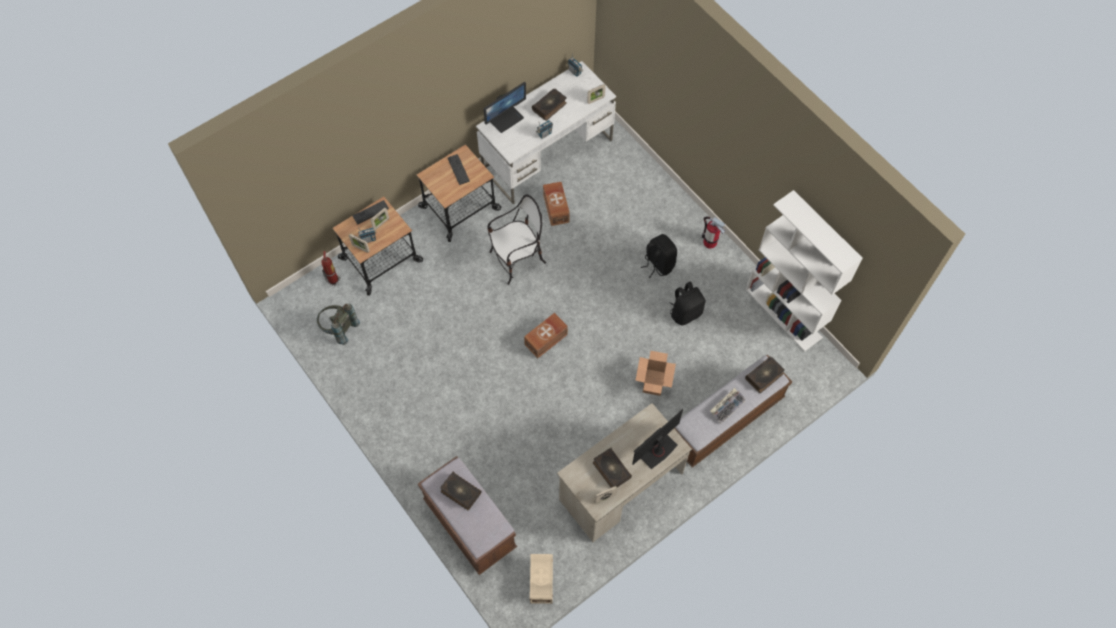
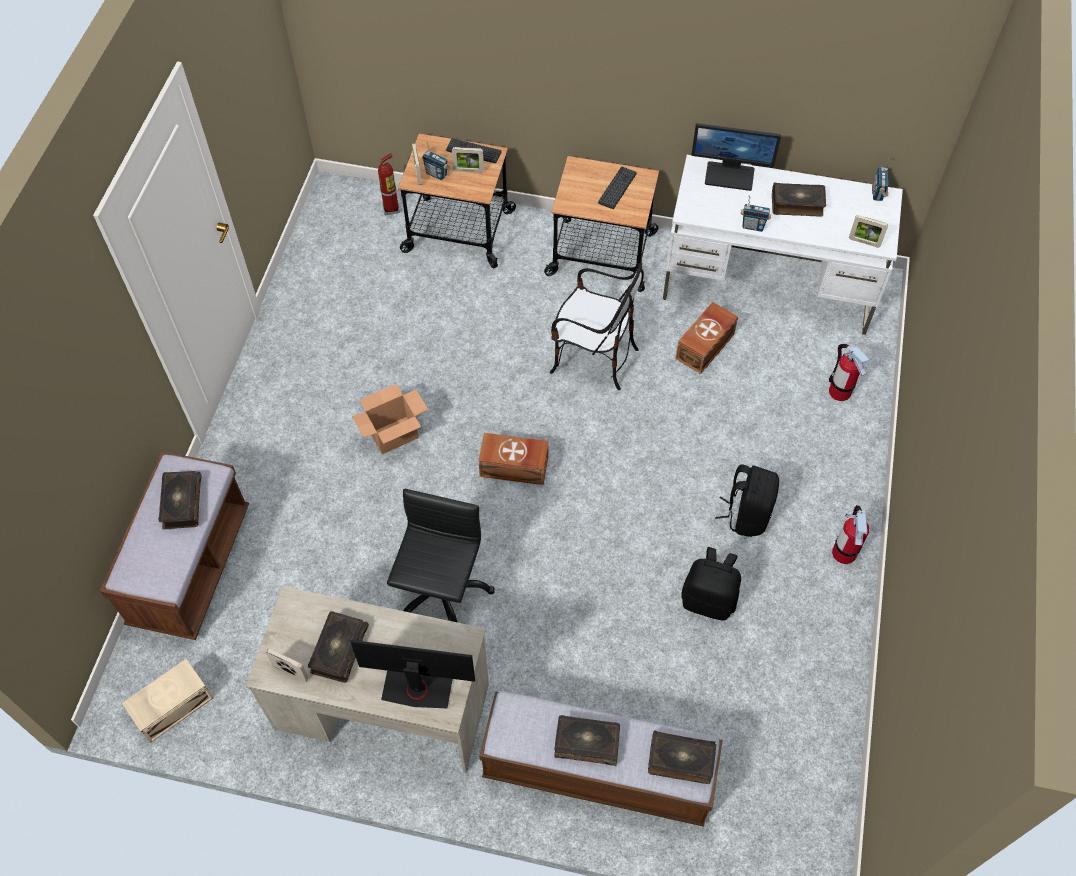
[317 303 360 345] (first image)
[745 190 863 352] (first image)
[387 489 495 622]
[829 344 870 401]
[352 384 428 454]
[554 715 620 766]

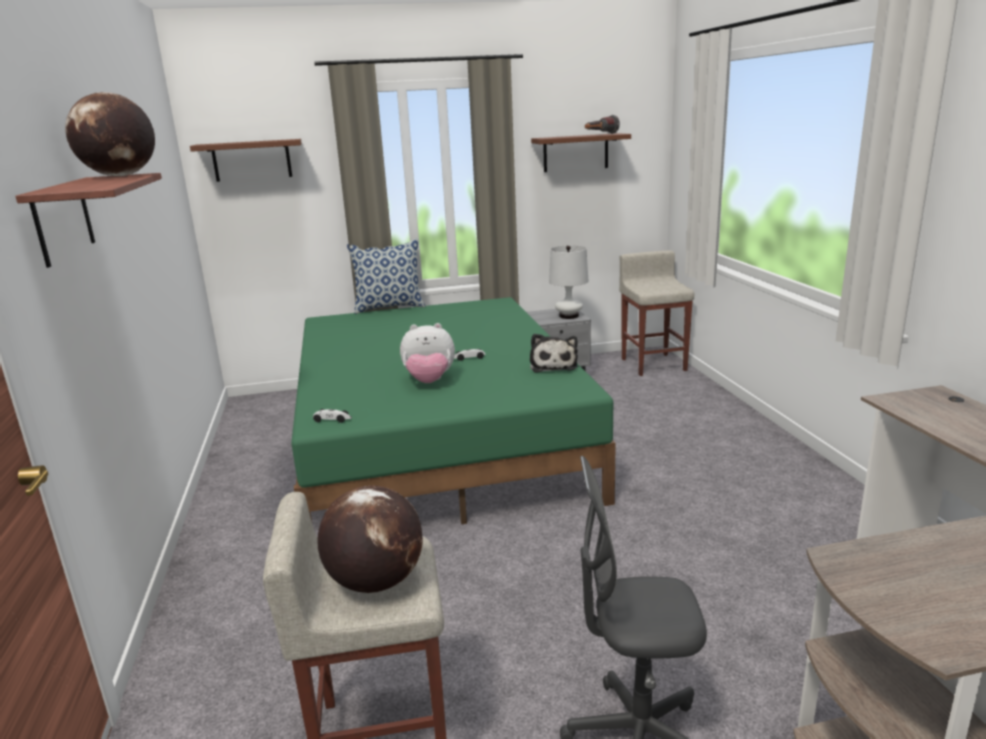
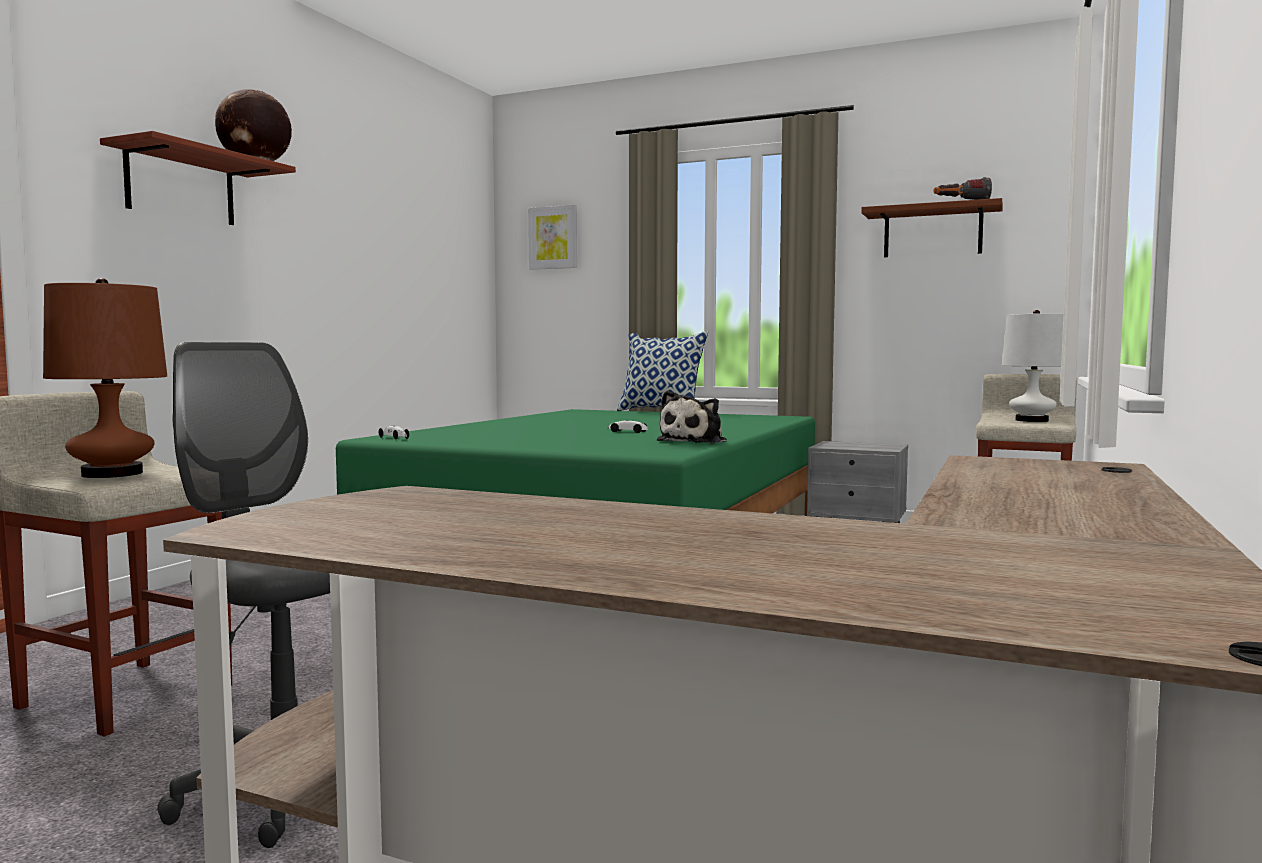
[400 323 455 383] (first image)
[1002 310 1063 422]
[528 205 577 270]
[43 278 167 478]

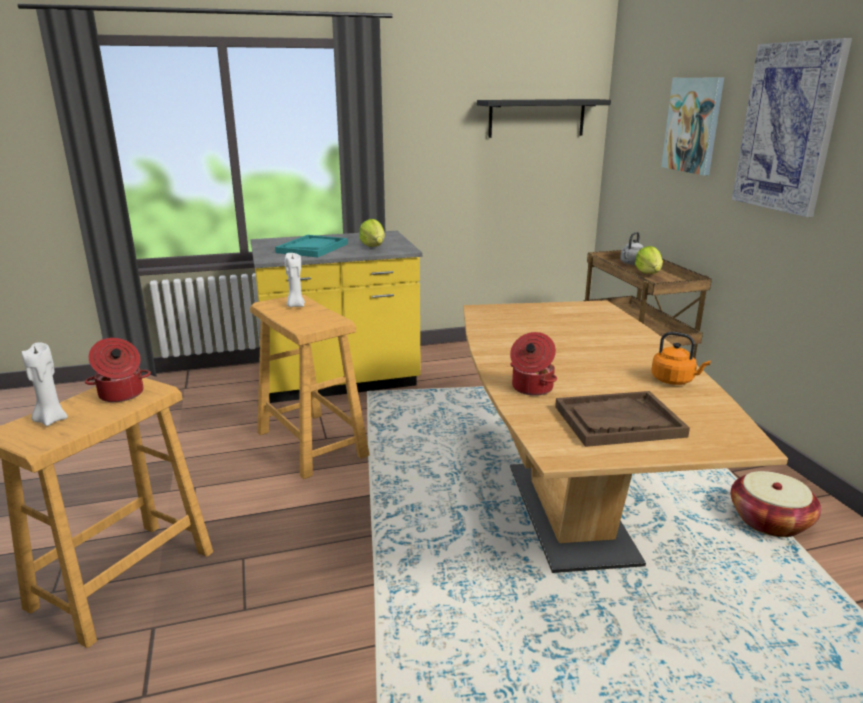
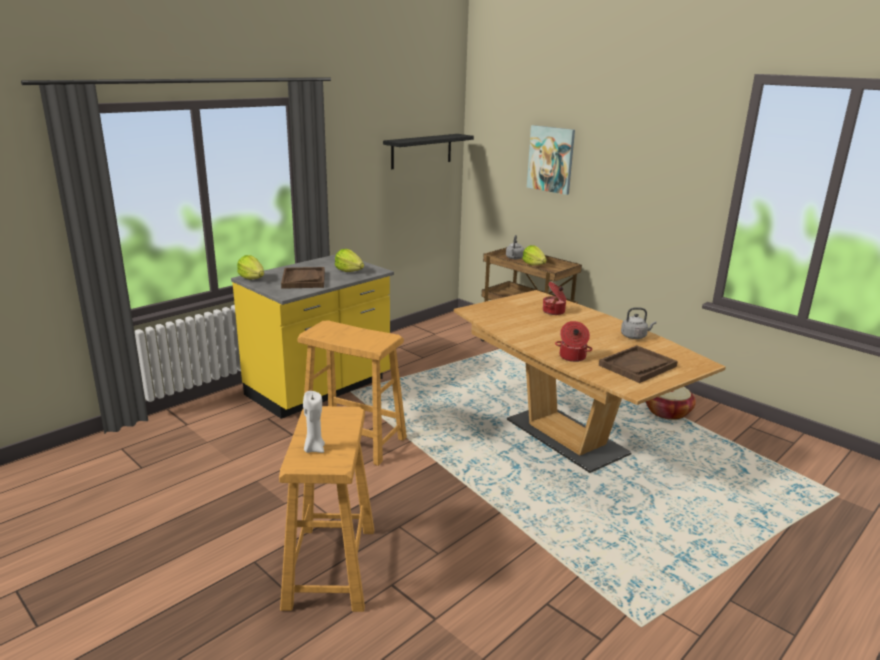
[285 253 305 307] (first image)
[732 38 852 217] (first image)
[237 255 264 280]
[543 282 566 315]
[281 267 325 289]
[621 307 656 339]

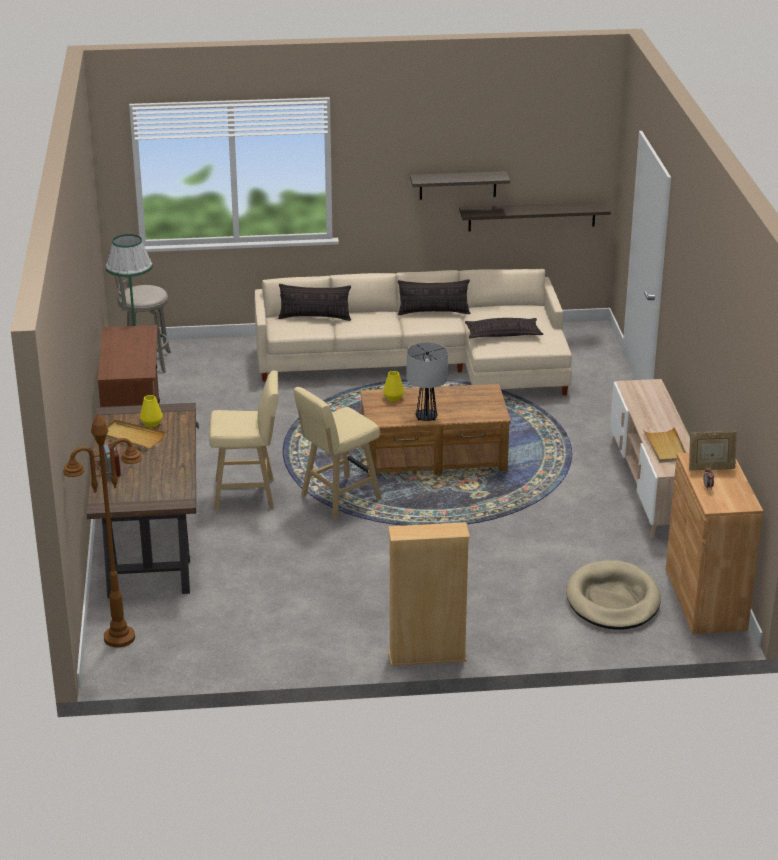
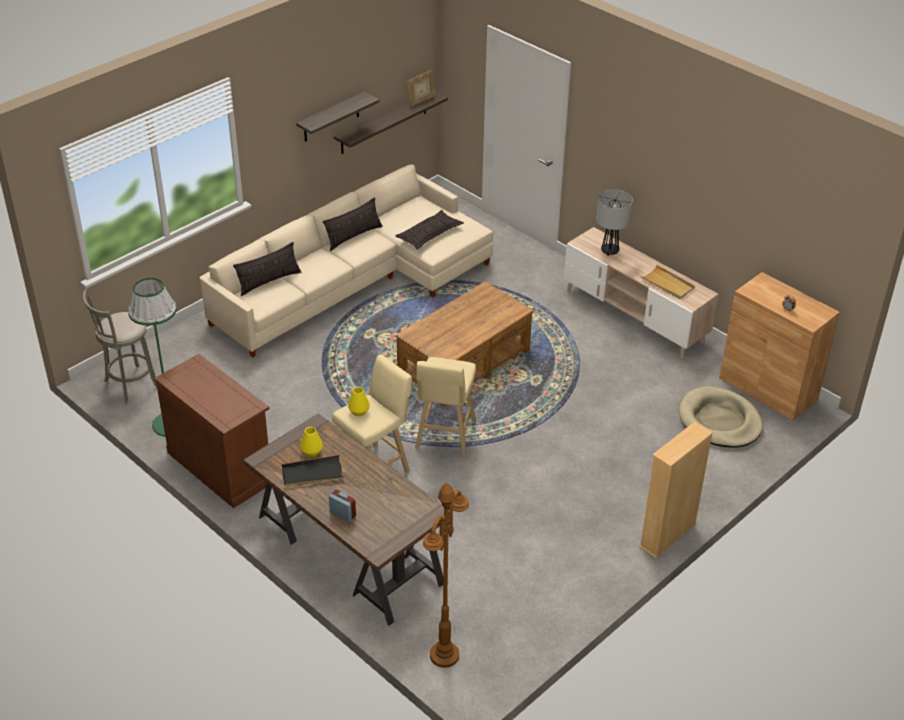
[348 387 370 416]
[596 190 633 256]
[408 70 436 106]
[281 455 344 487]

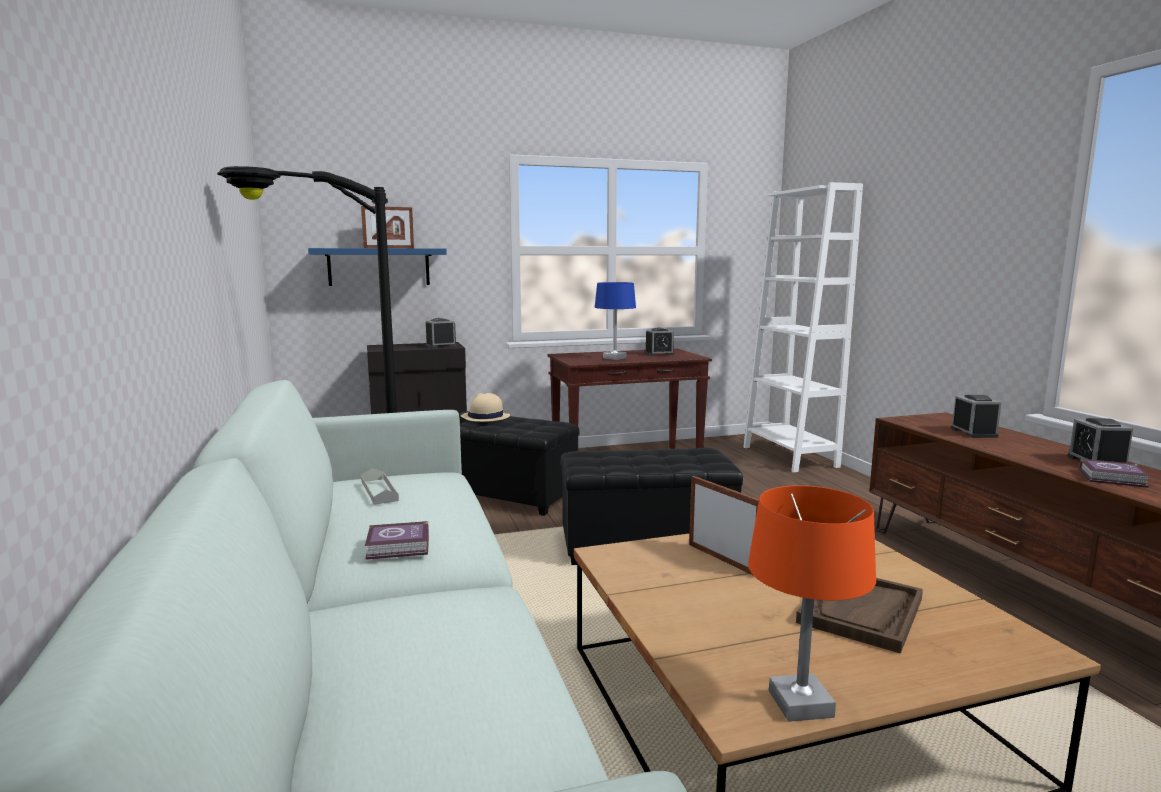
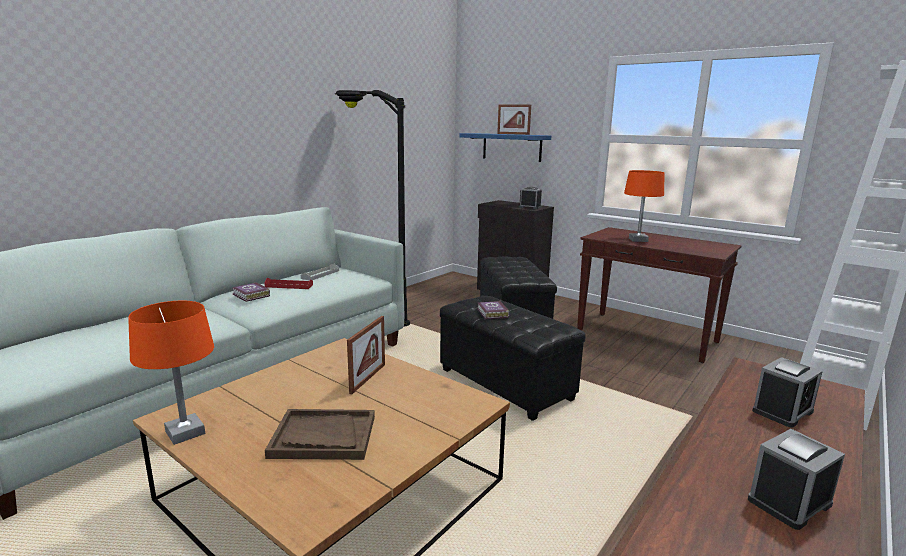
[461 393 510 422] (first image)
[645 327 675 356] (first image)
[264 278 313 289]
[477 301 509 319]
[624 170 665 242]

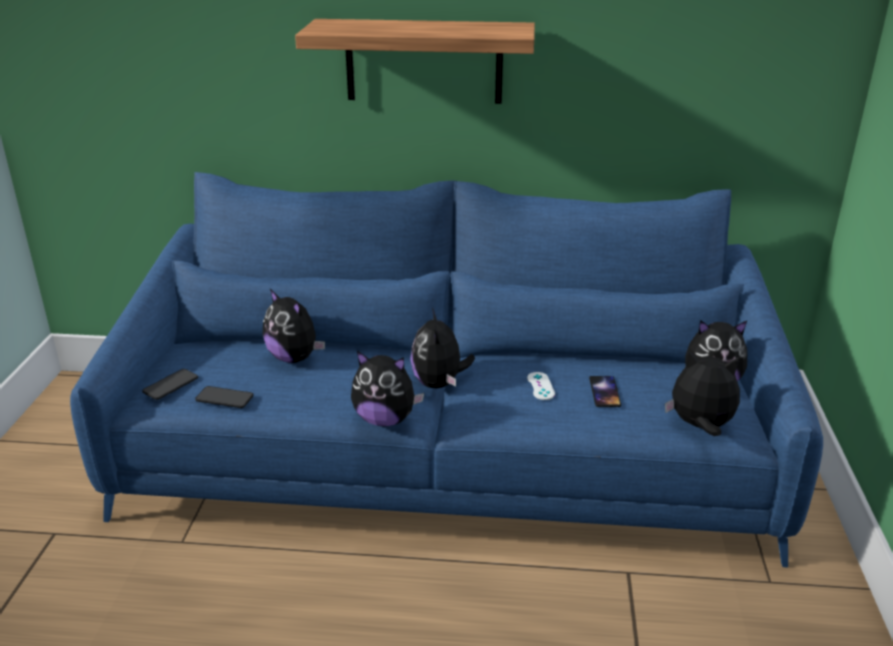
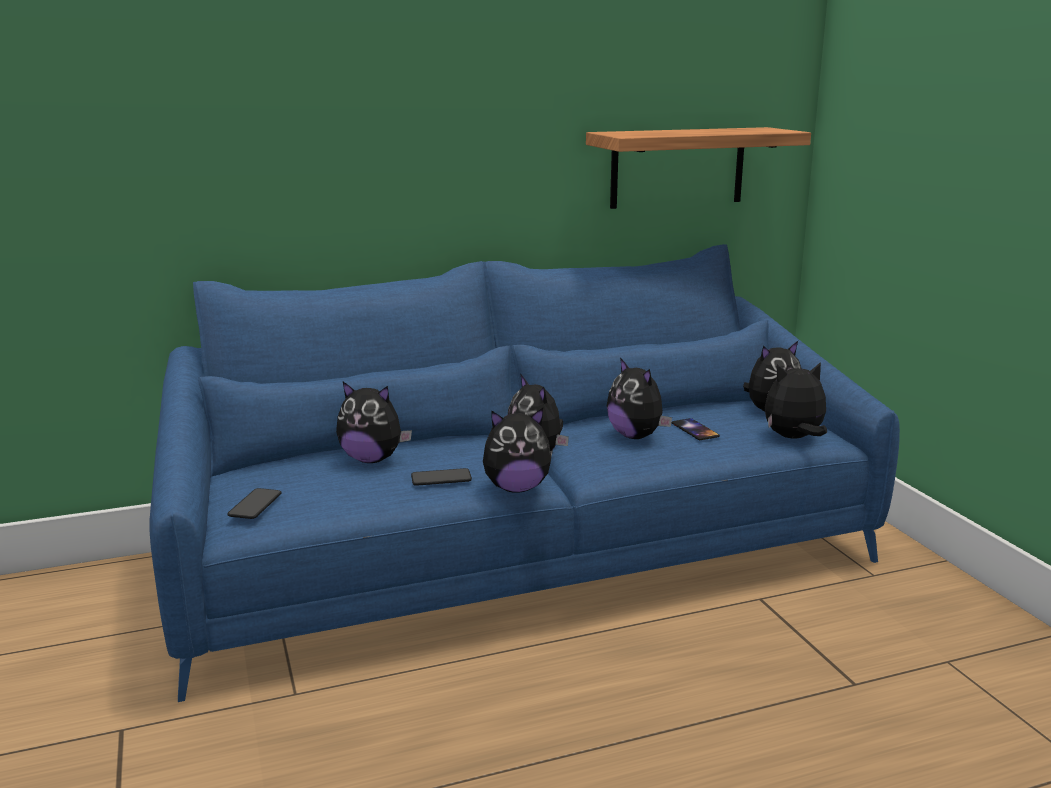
[411 468 472 486]
[586 127 811 209]
[607 358 672 439]

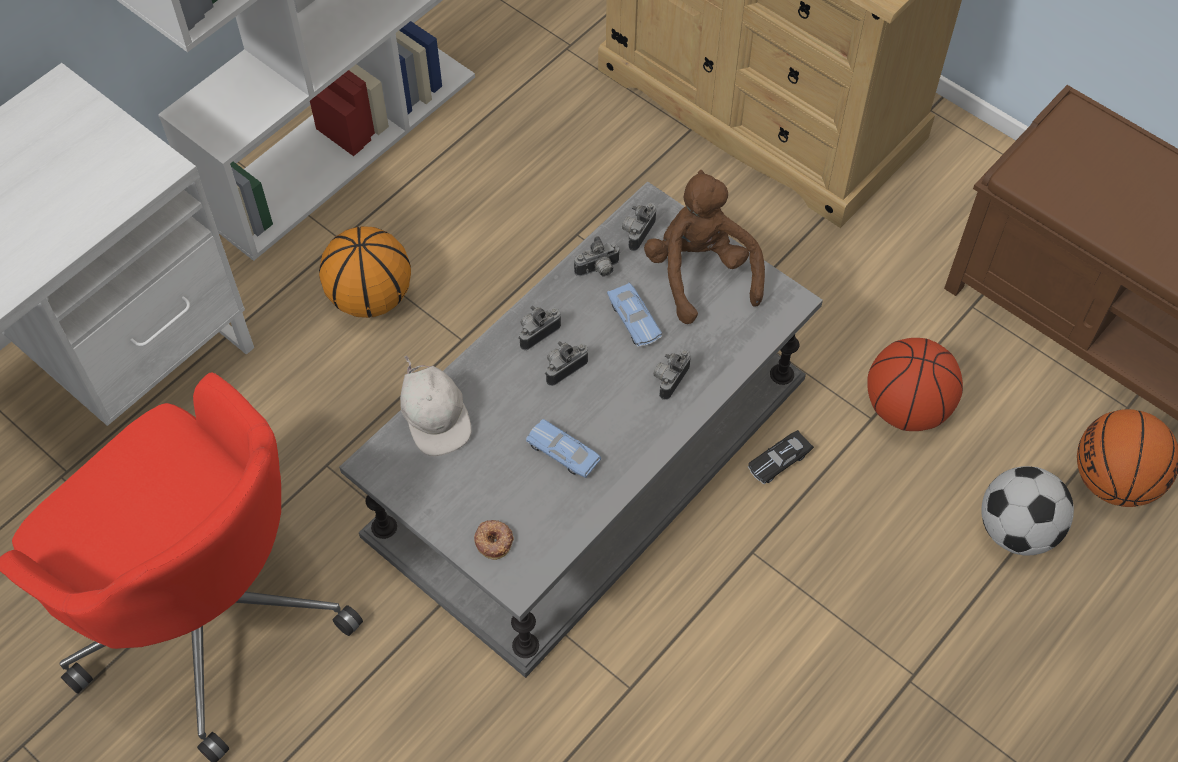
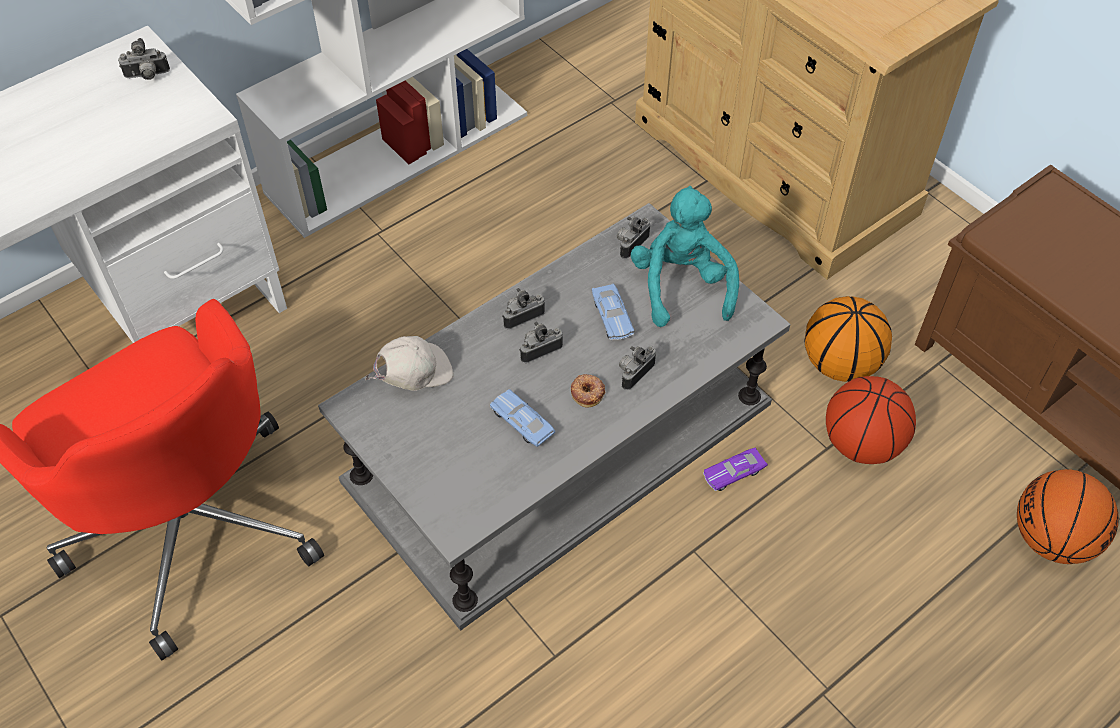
[981 466 1074 556] (first image)
[804 296 892 382]
[571 374 605 408]
[118 38 170 80]
[631 186 739 327]
[703 447 768 491]
[365 336 453 391]

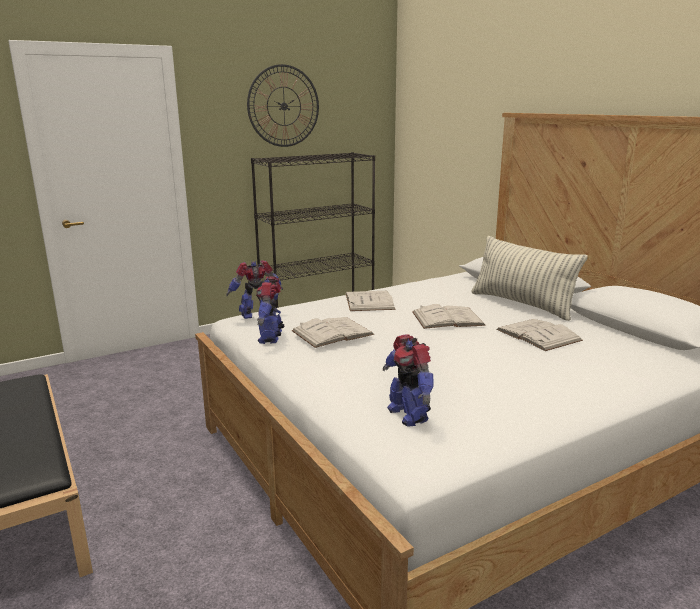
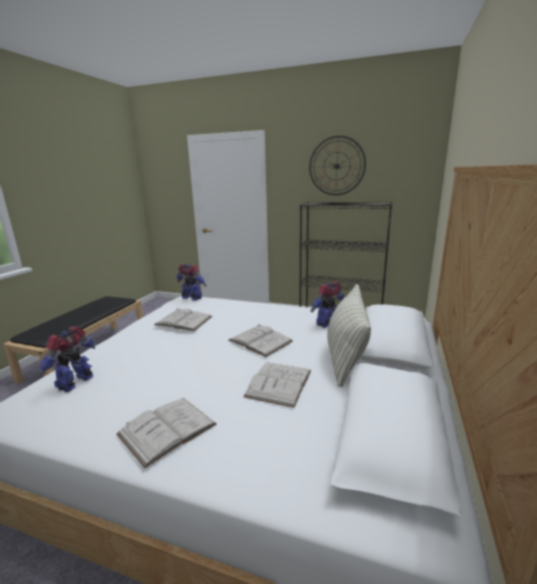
[311 281 344 328]
[116 398 216 468]

